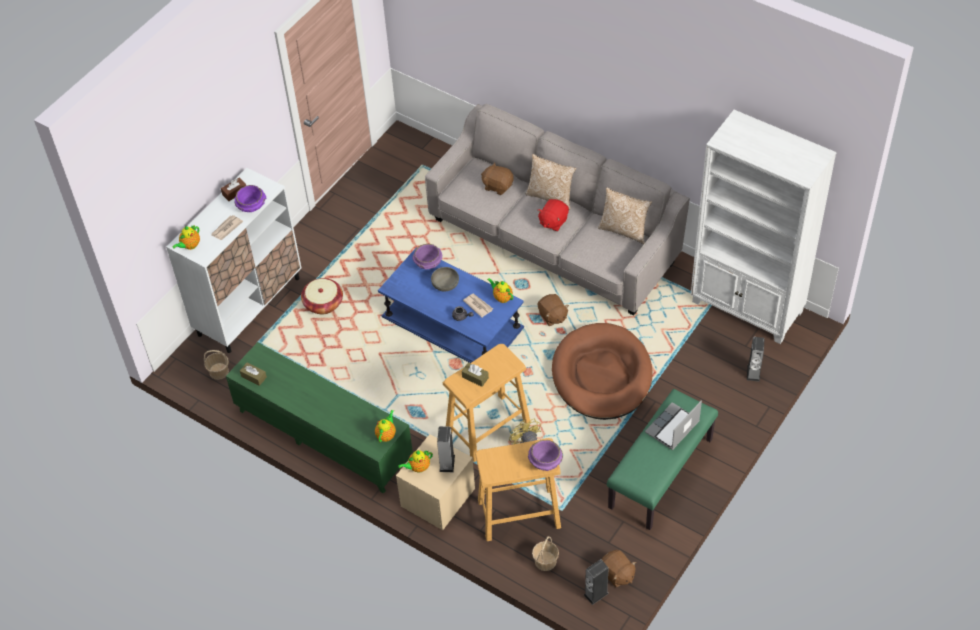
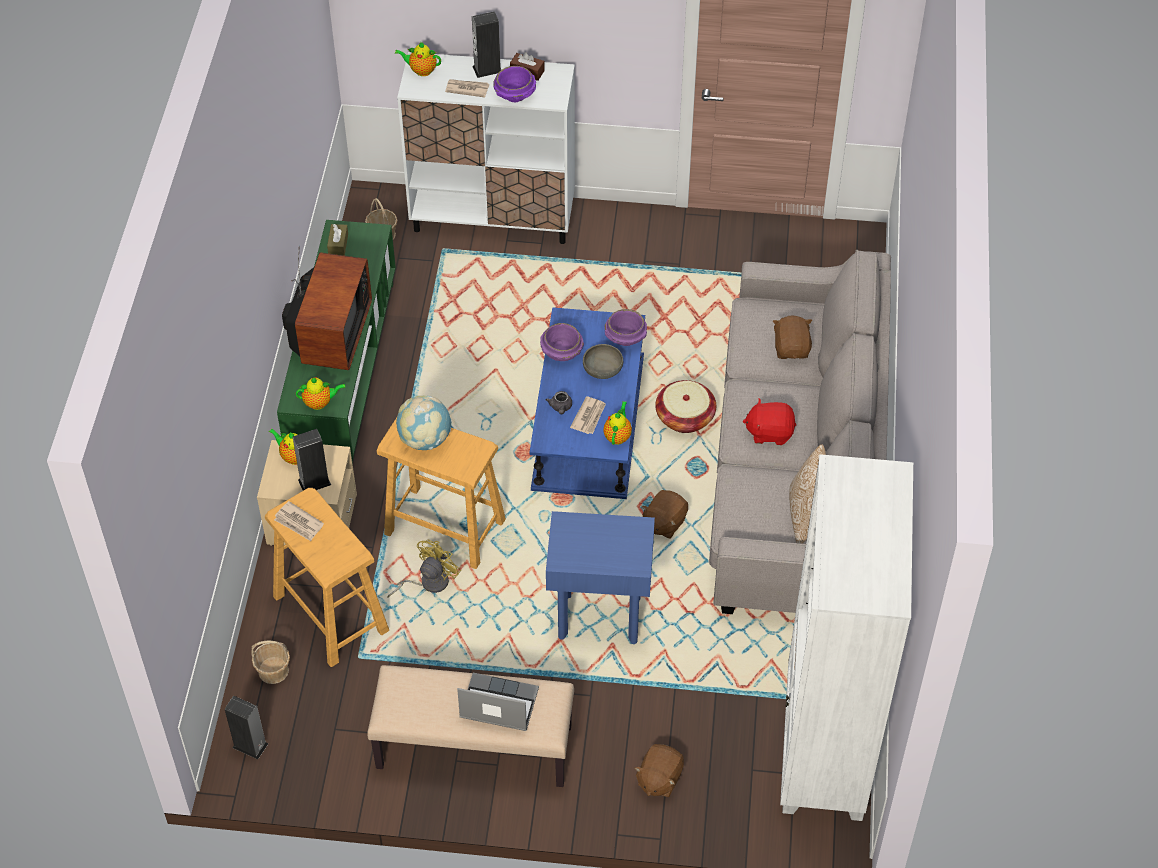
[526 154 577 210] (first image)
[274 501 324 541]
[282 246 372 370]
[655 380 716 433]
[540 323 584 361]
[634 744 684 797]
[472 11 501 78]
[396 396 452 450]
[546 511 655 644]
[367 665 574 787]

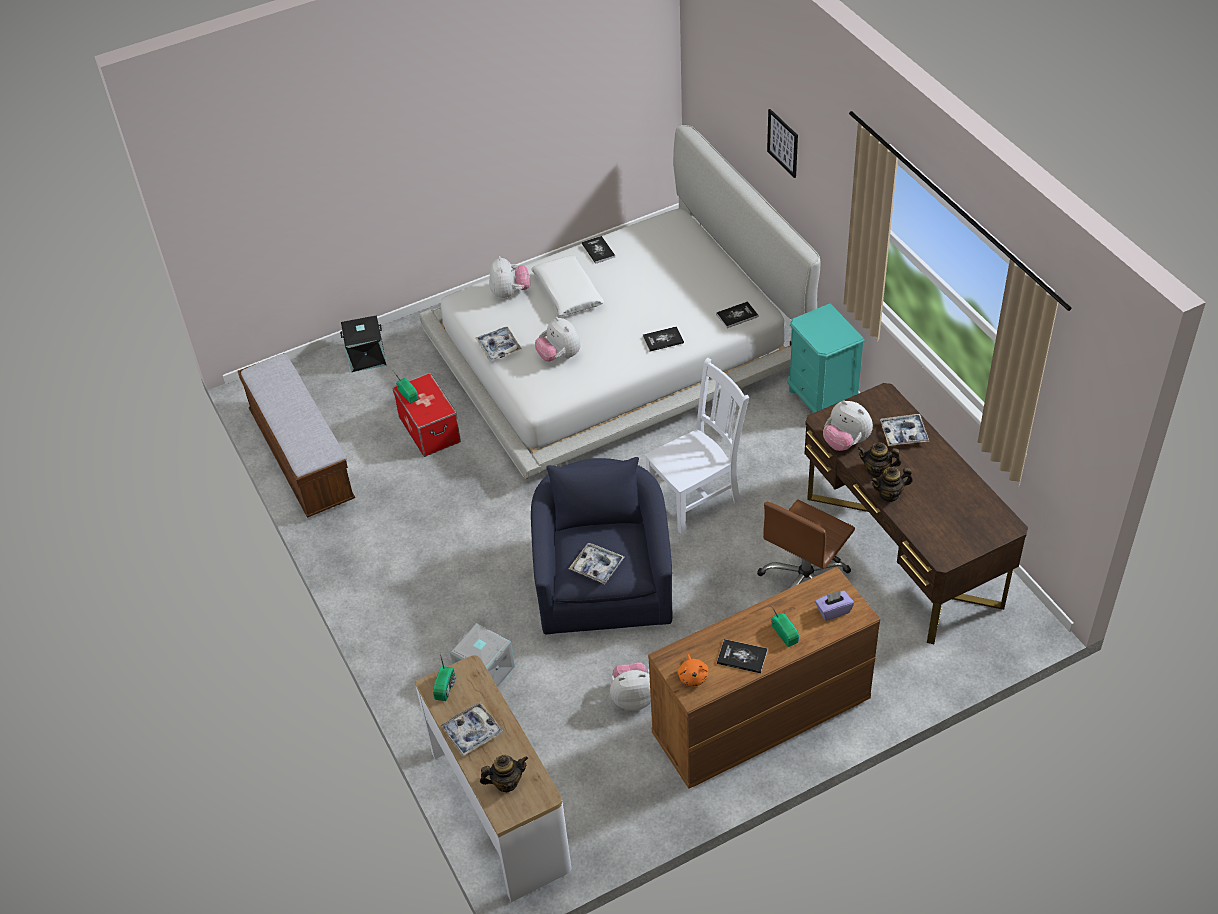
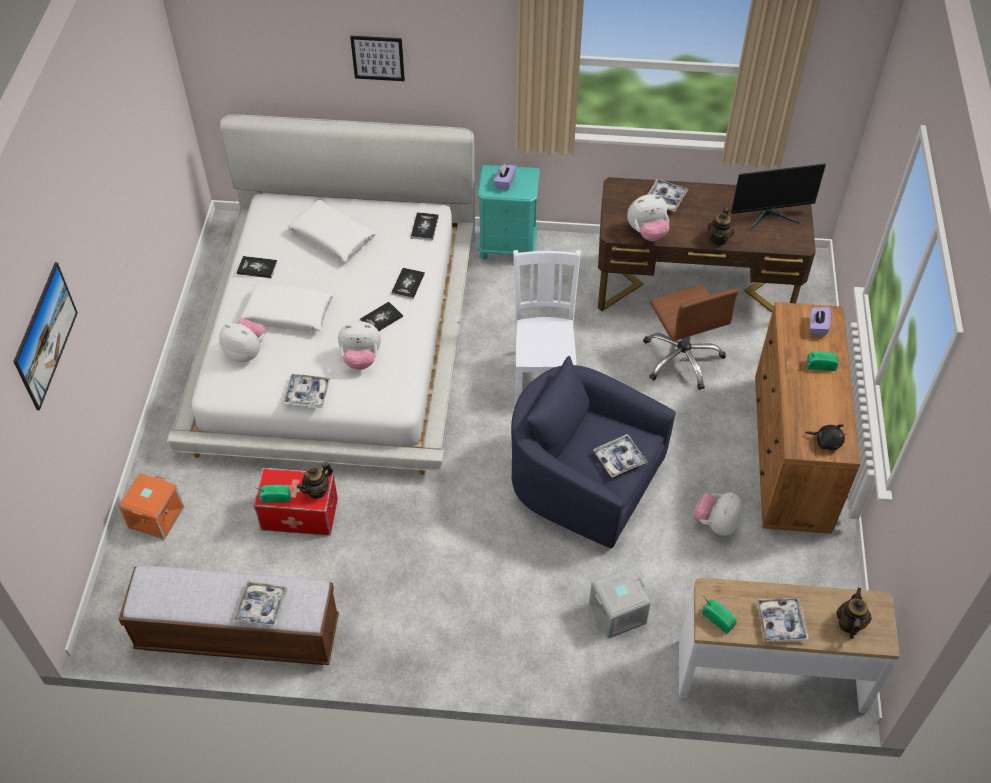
[13 262 78 410]
[234 581 287 627]
[288 200 376 262]
[494 163 517 190]
[731 164 826 230]
[359 302 403 331]
[297 462 333 499]
[119 473 184 540]
[805 425 846 450]

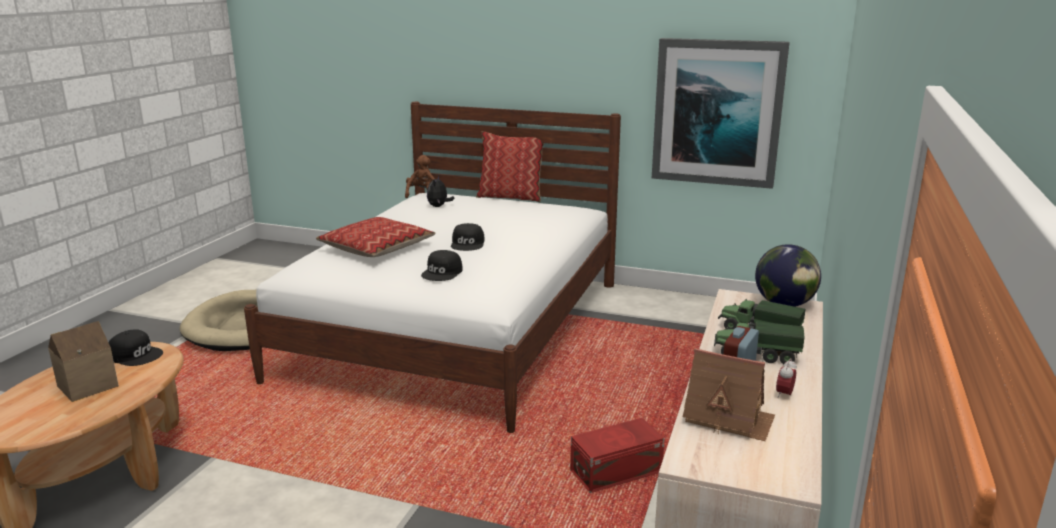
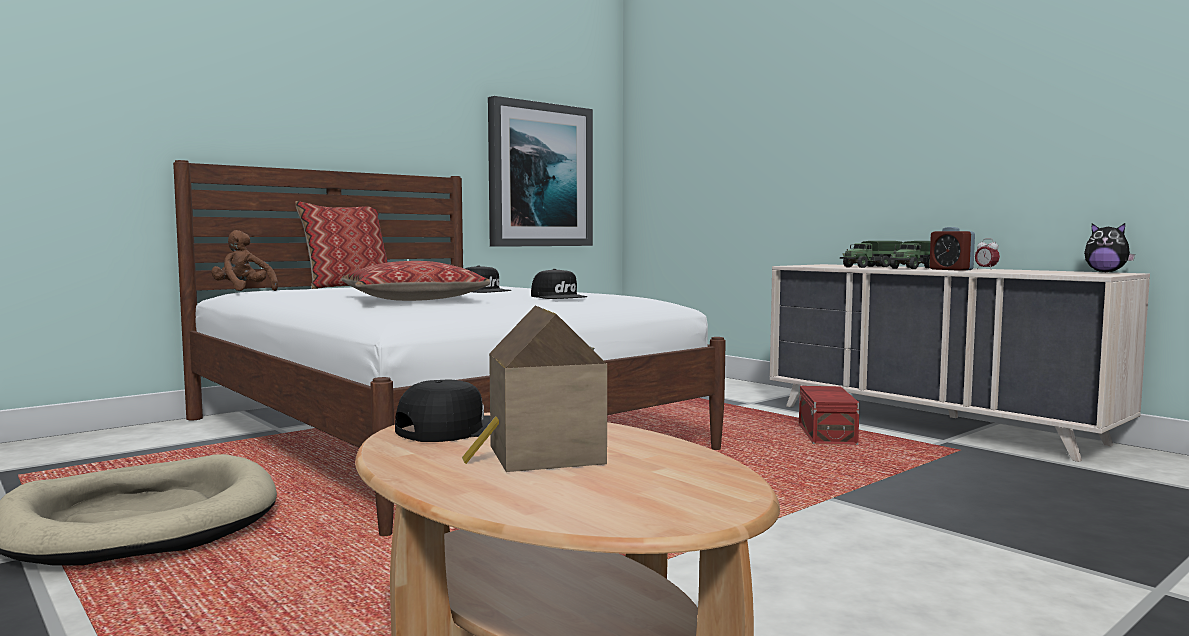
[683 348 775 441] (first image)
[755 244 821 307] (first image)
[1084 223 1135 272]

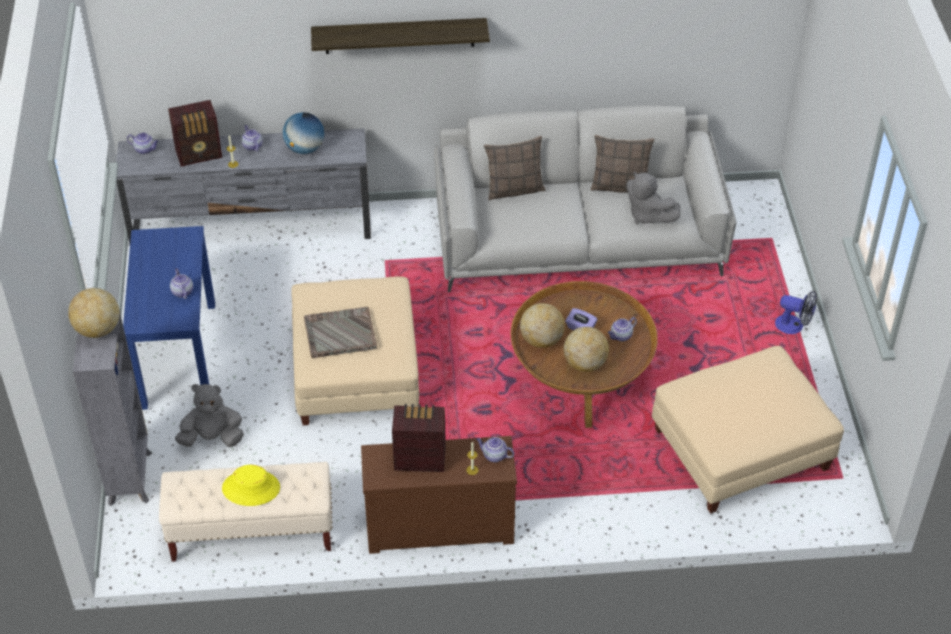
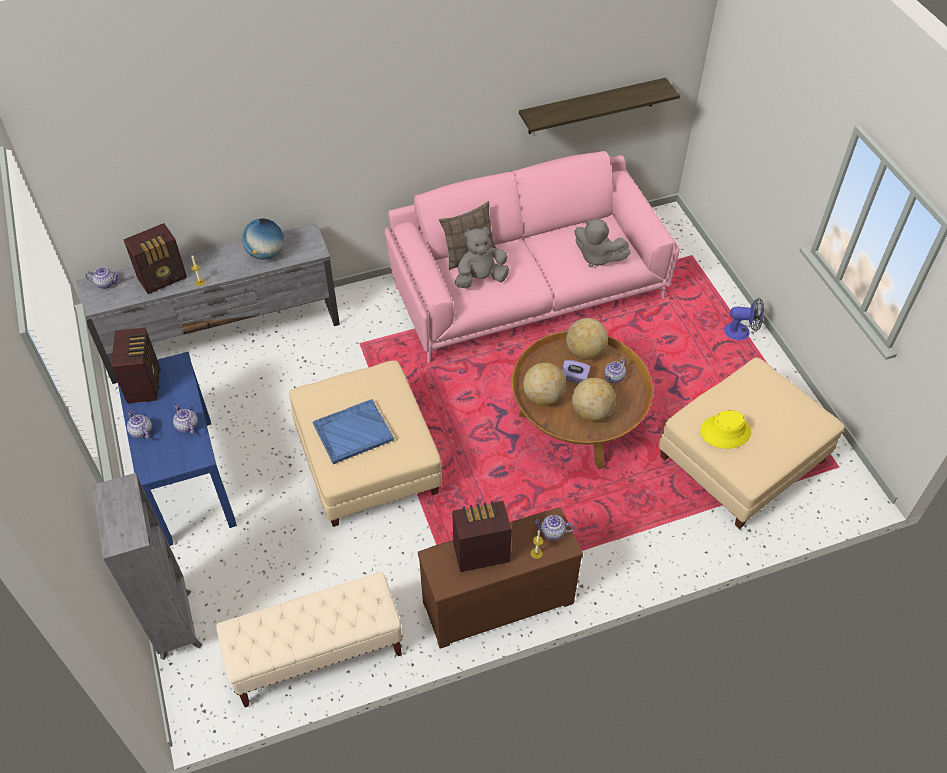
[590 135 654 193] (first image)
[111 328 161 404]
[566 318 608 360]
[455 227 509 288]
[700 410 751 449]
[127 410 152 439]
[519 78 680 134]
[313 399 394 464]
[385 151 680 363]

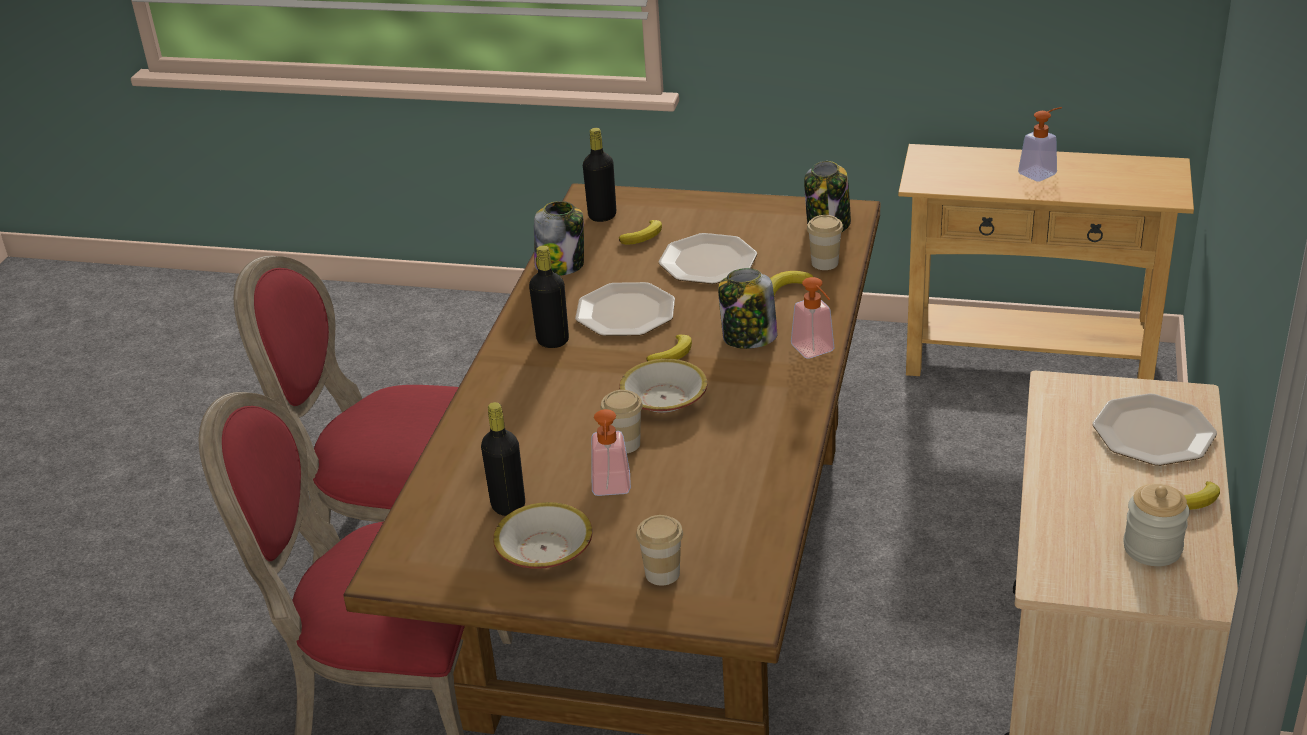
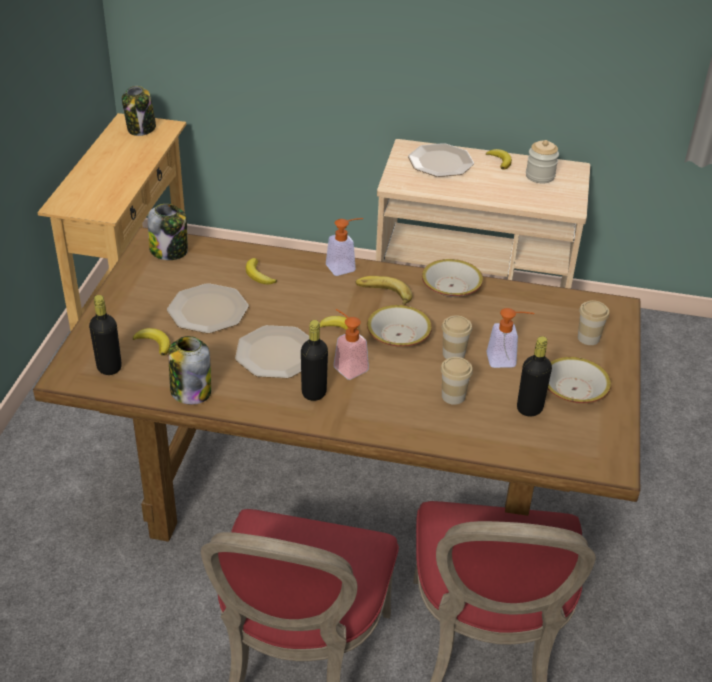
[355 276 412 305]
[422 259 483 297]
[122 86 156 136]
[441 357 473 405]
[333 309 369 380]

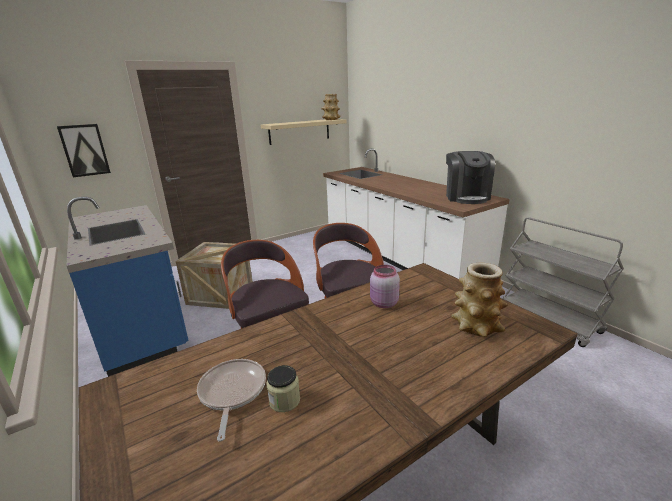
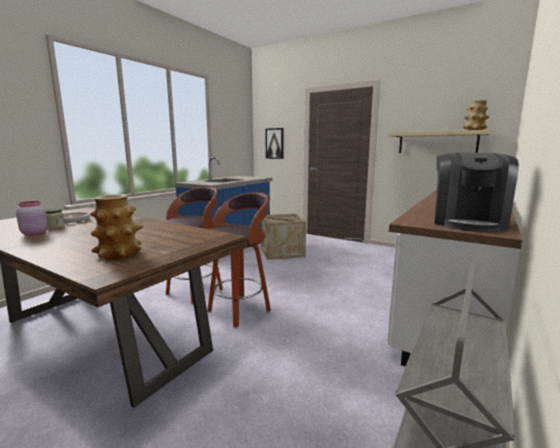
[16 201 48 235]
[434 153 519 232]

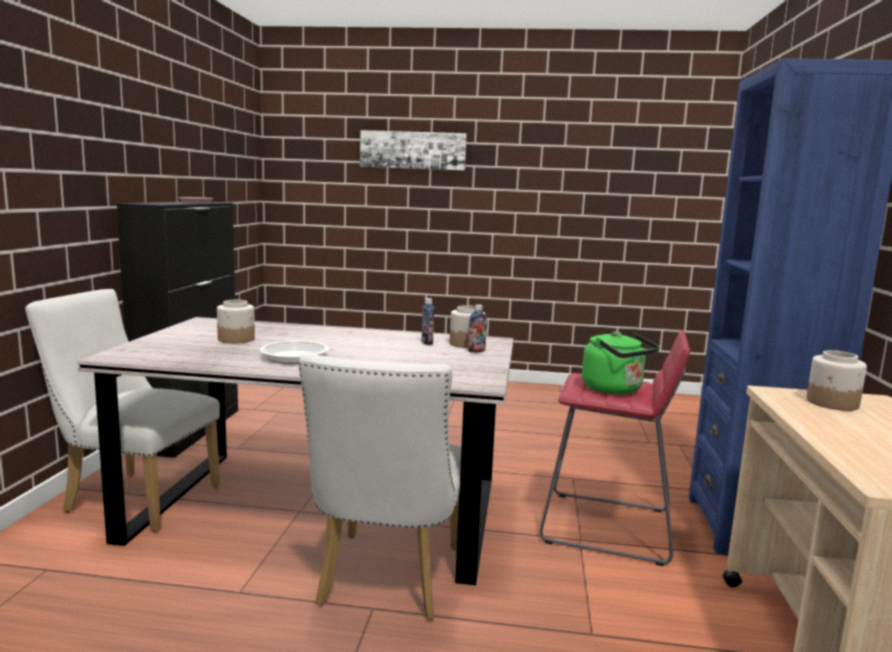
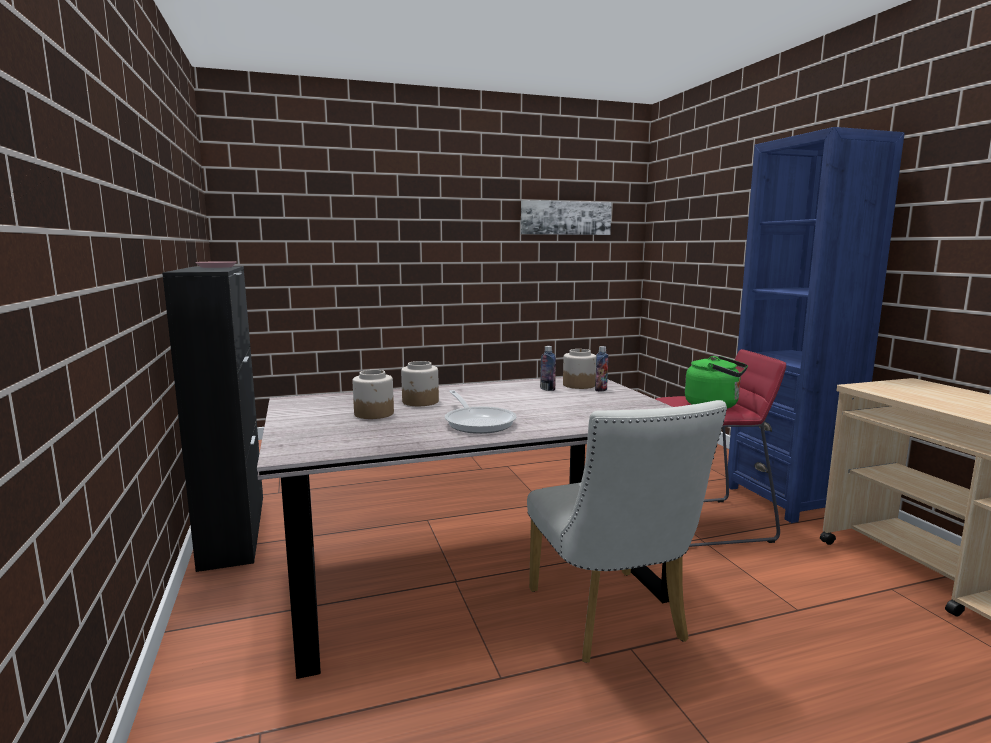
[25 289 220 532] (first image)
[521 200 612 235]
[401 361 439 406]
[445 390 517 434]

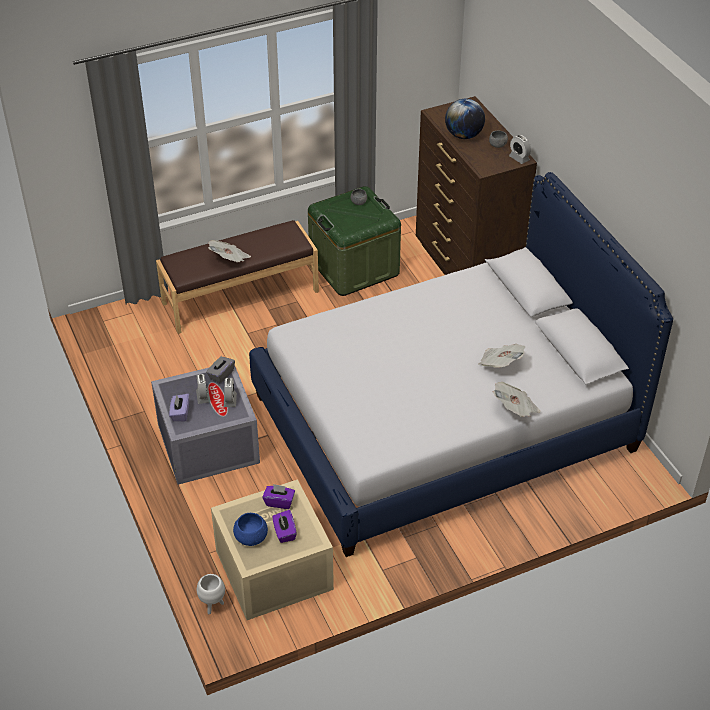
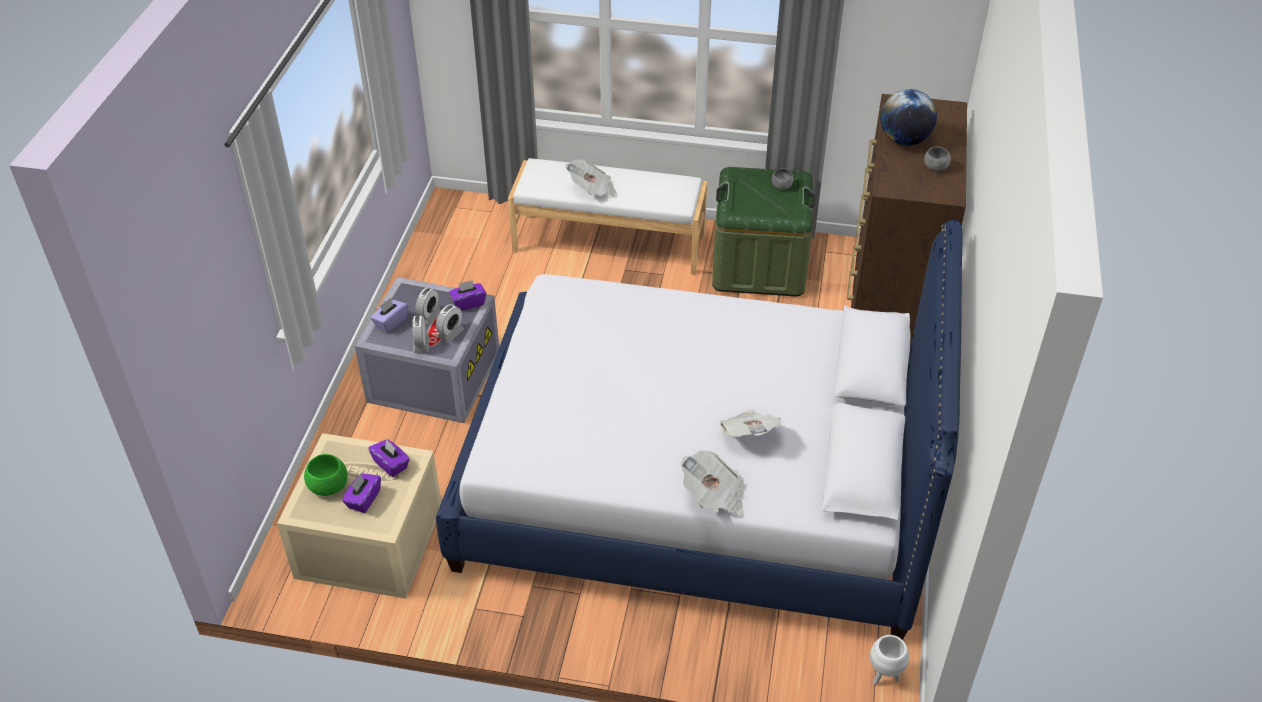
[870 635 909 685]
[412 316 429 353]
[508 158 707 275]
[449 280 486 311]
[304 454 348 496]

